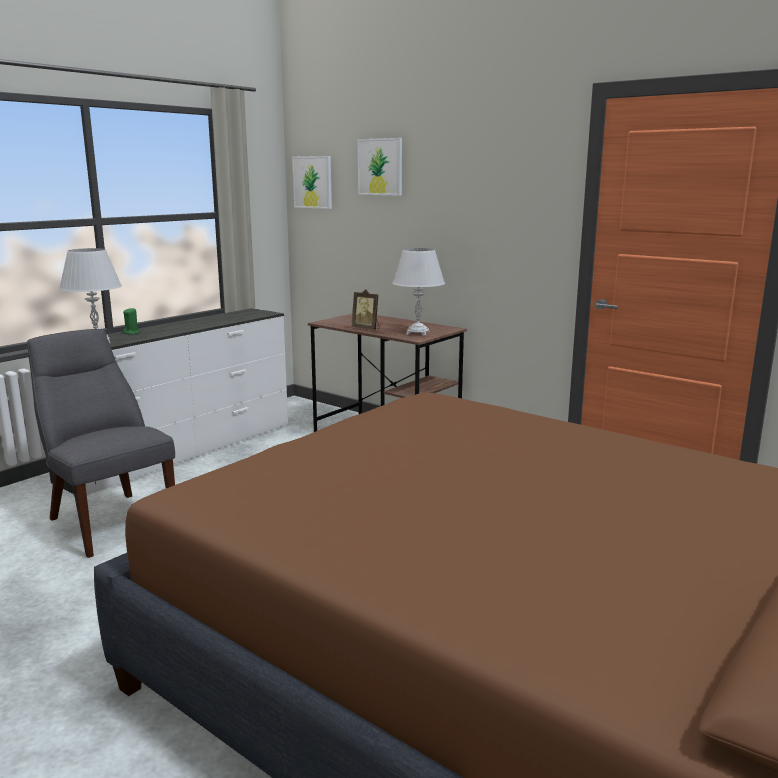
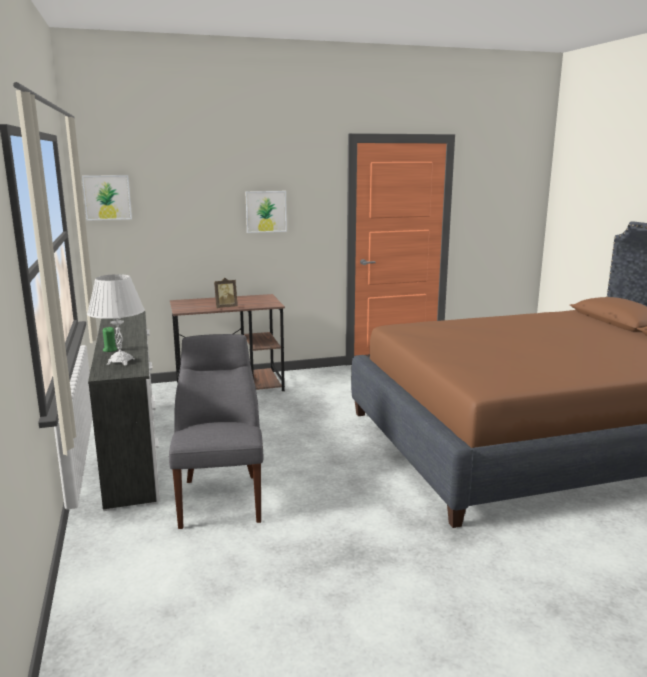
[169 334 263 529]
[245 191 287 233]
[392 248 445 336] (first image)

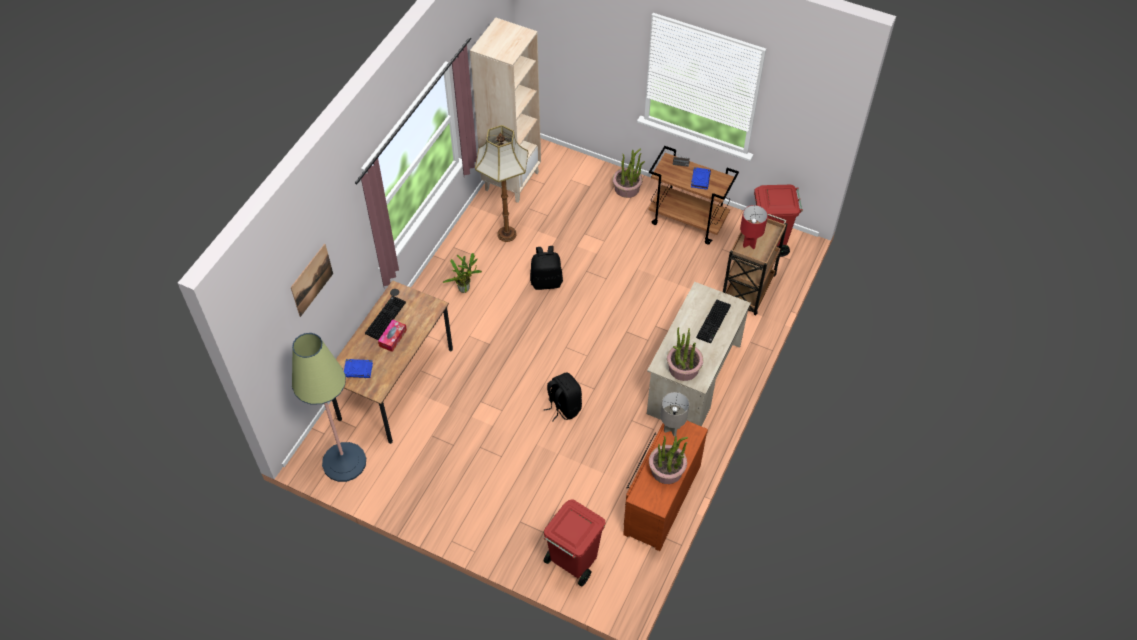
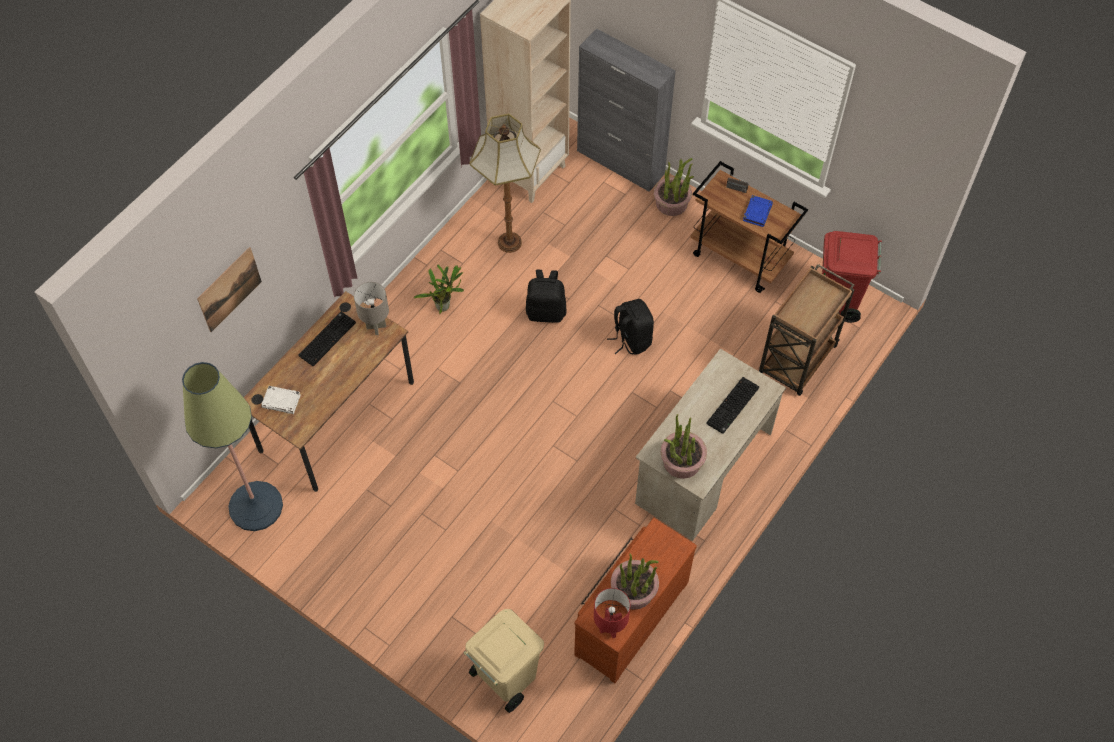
[261 386 301 414]
[354 282 389 335]
[464 609 544 713]
[577 28 676 192]
[594 588 630 638]
[607 299 654 355]
[378 319 407 352] (first image)

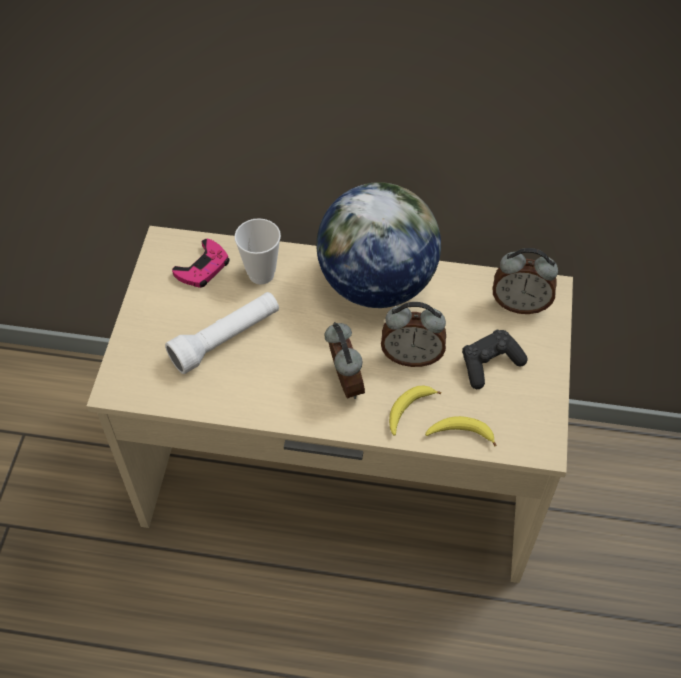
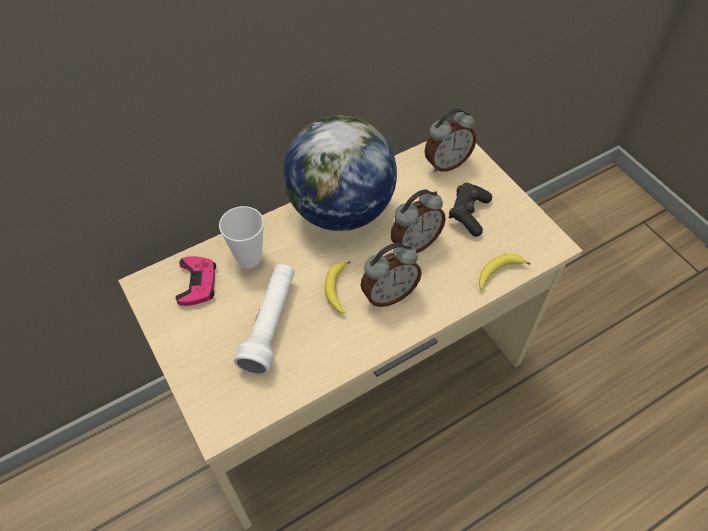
[324 261 351 314]
[360 243 422 307]

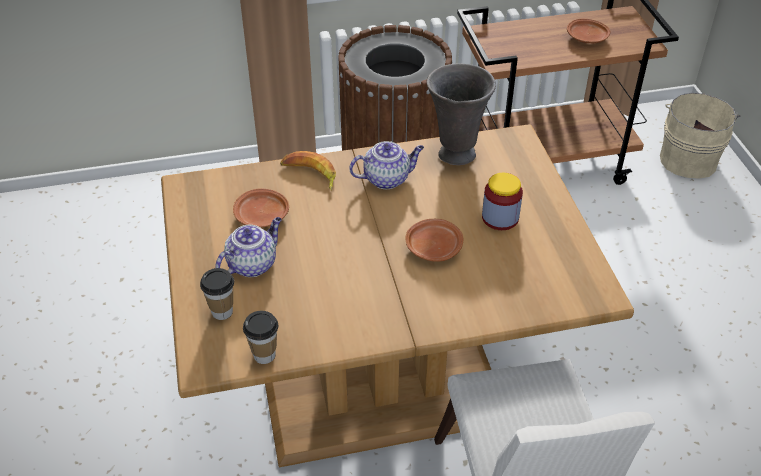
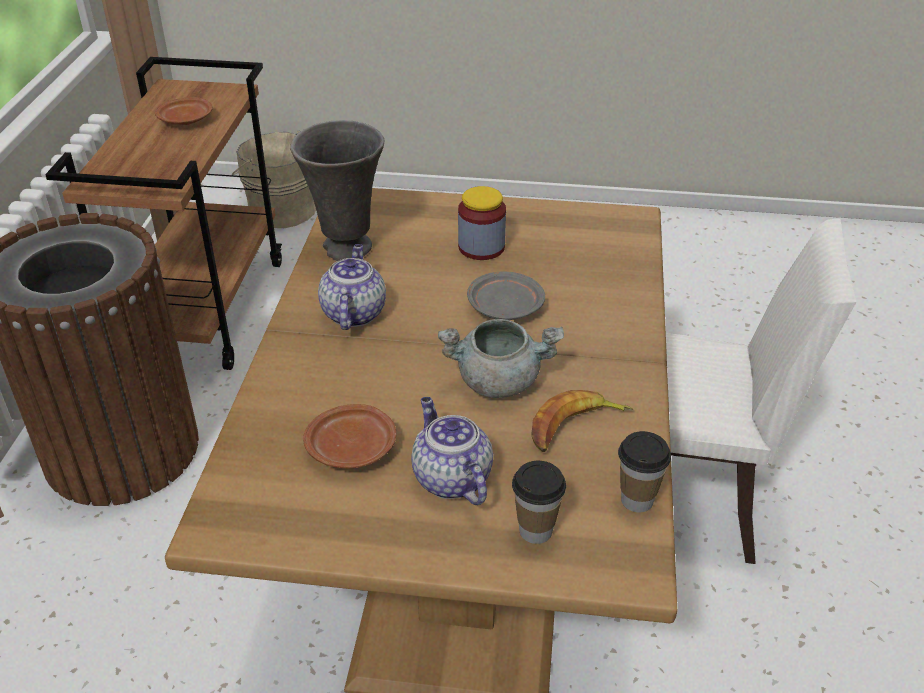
[438 319 564 398]
[467 272 545 320]
[531 390 633 452]

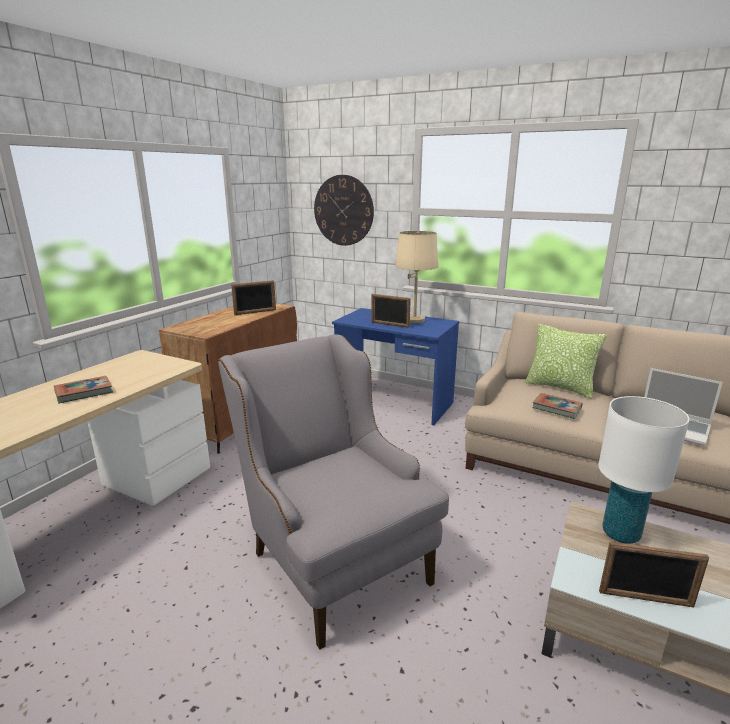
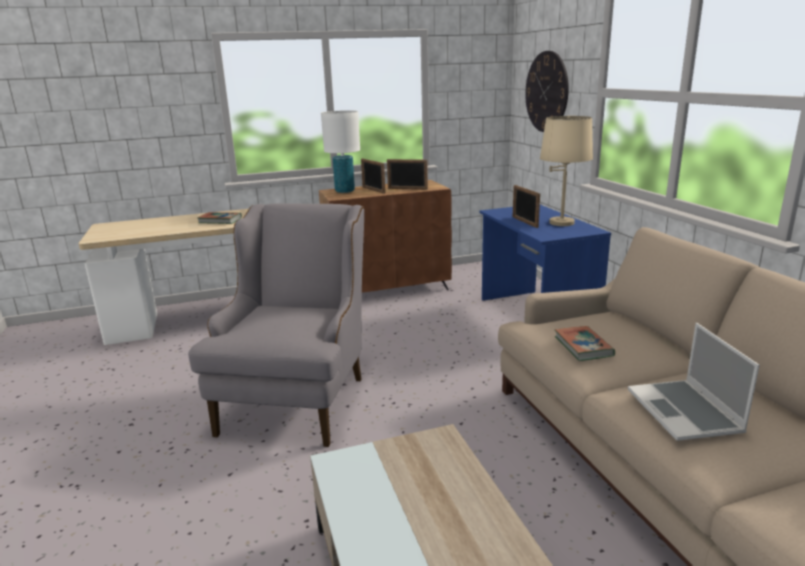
[321 110 360 193]
[361 159 385 194]
[525 324 606 399] (first image)

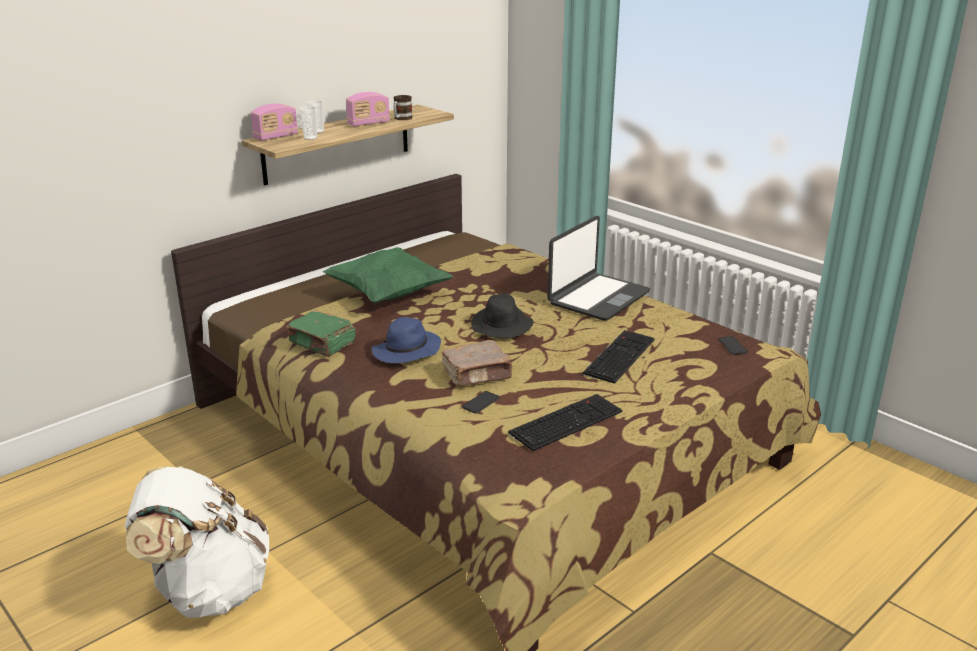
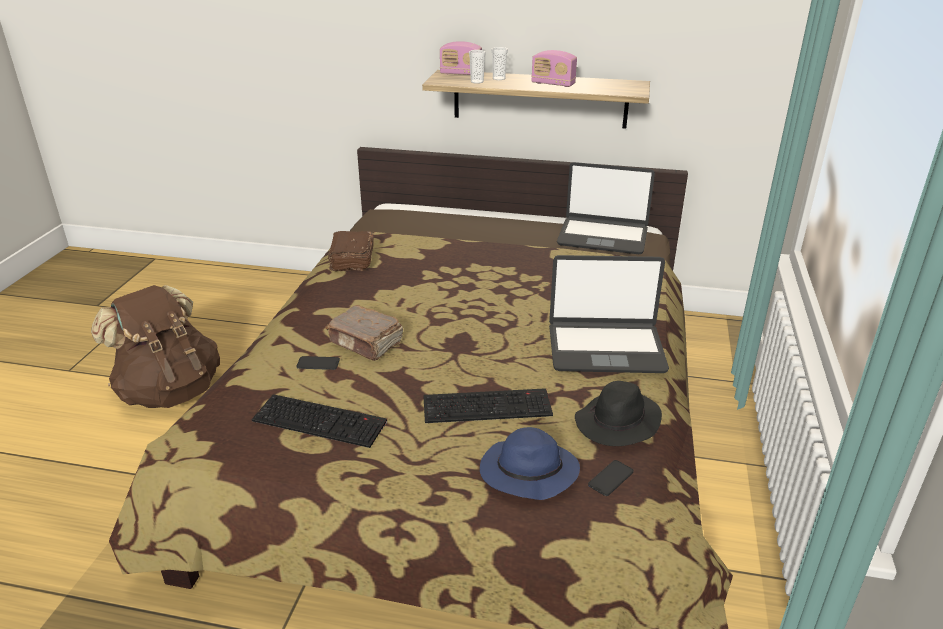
[91 285 220 408]
[328 231 374 271]
[480 427 580 500]
[557 162 655 254]
[575 381 662 446]
[323 247 453 303] (first image)
[393 95 412 120] (first image)

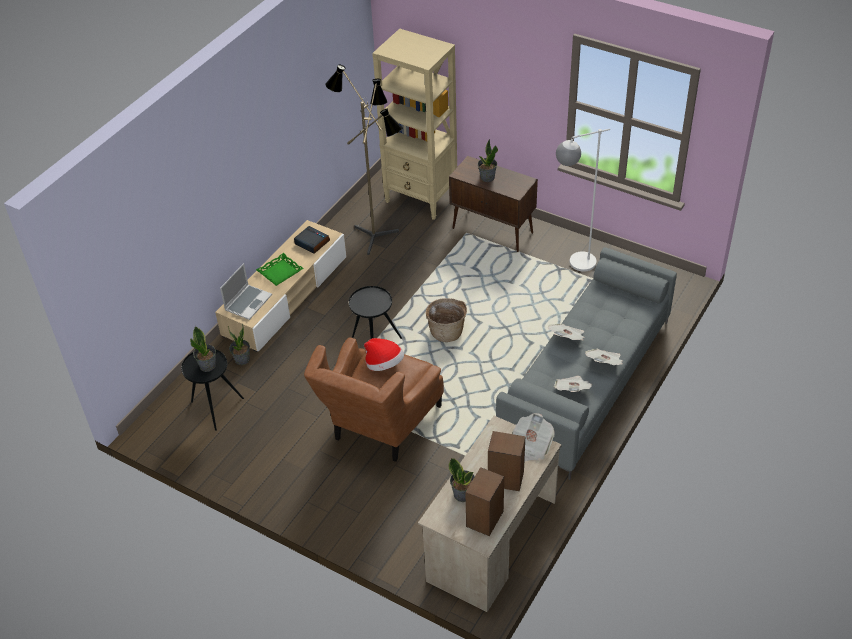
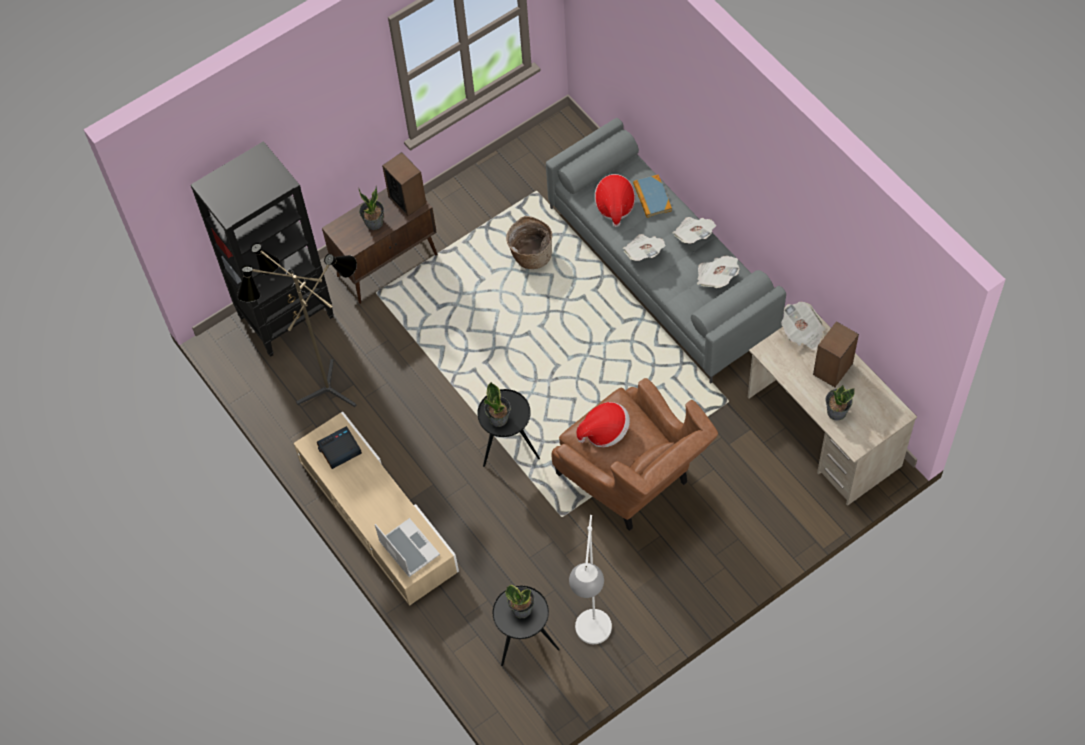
[191 141 334 357]
[382 152 426 217]
[484 382 511 427]
[506 216 552 269]
[569 515 612 644]
[594 174 635 227]
[633 174 672 218]
[256 253 304 286] (first image)

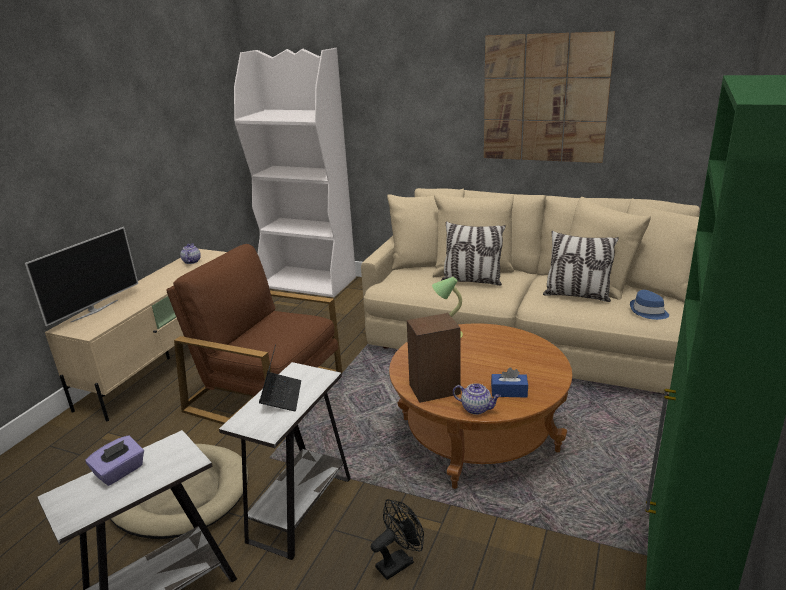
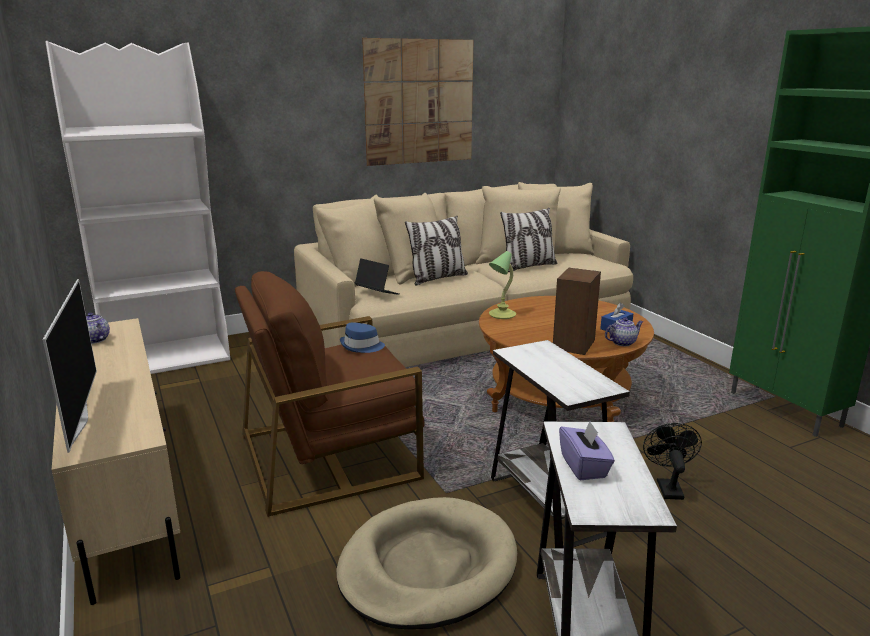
[340 322 385 353]
[355 258 399 295]

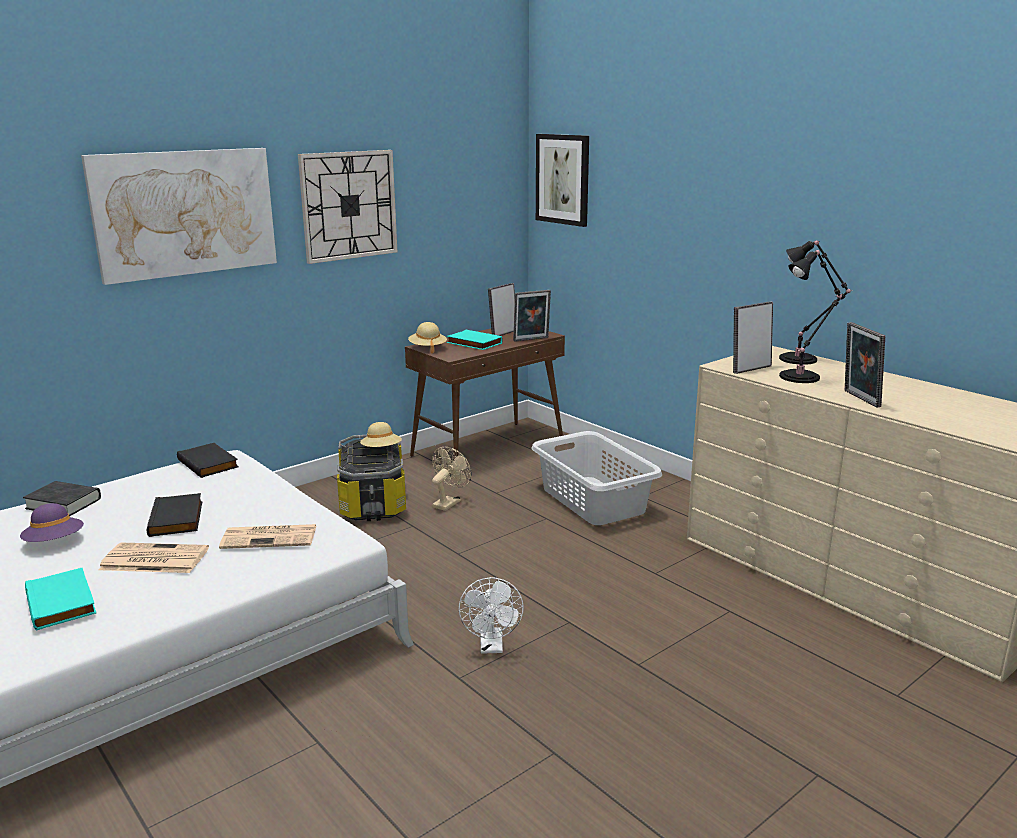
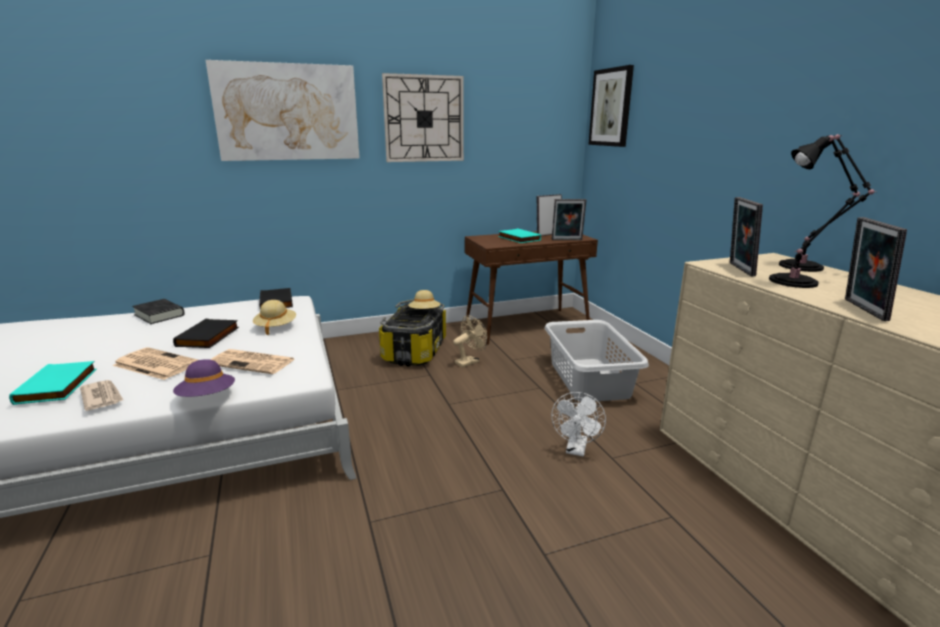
[80 380 123 411]
[173 359 235 397]
[253 300 296 335]
[551 392 606 456]
[730 197 763 276]

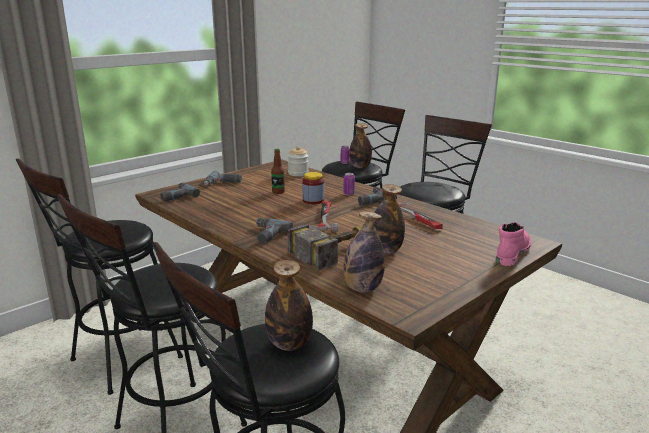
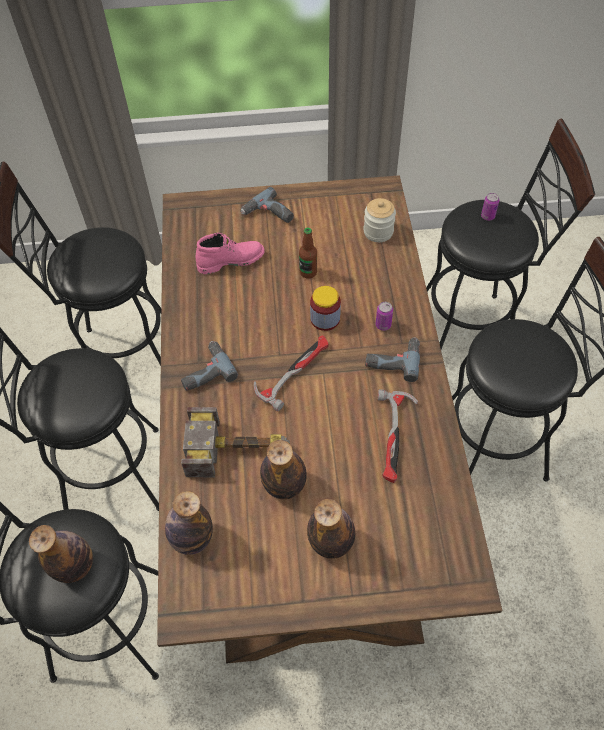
[196 233 265 274]
[307 499 355 559]
[160 183 200 201] (first image)

